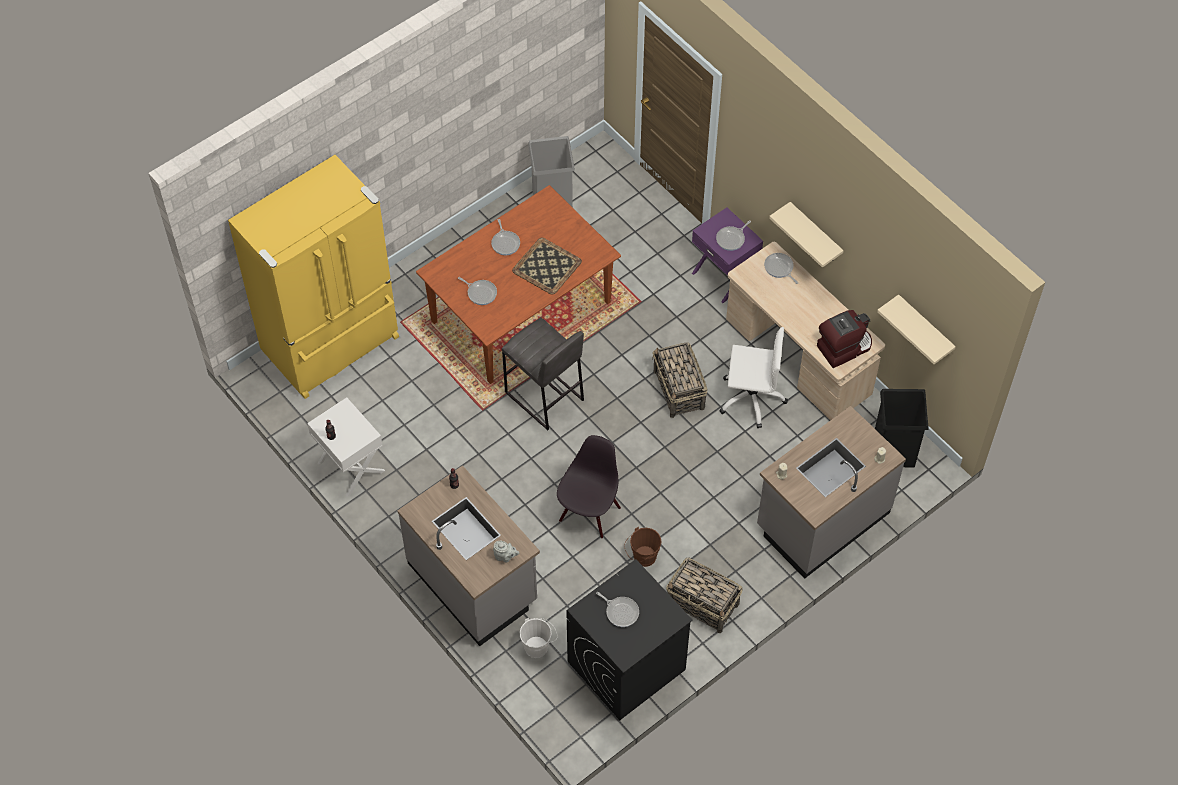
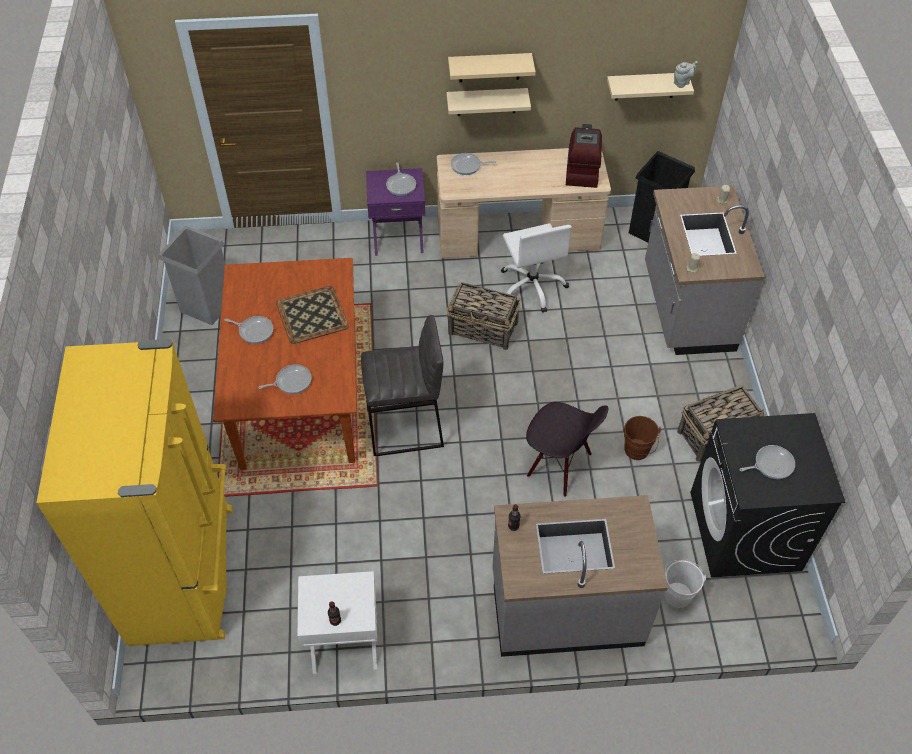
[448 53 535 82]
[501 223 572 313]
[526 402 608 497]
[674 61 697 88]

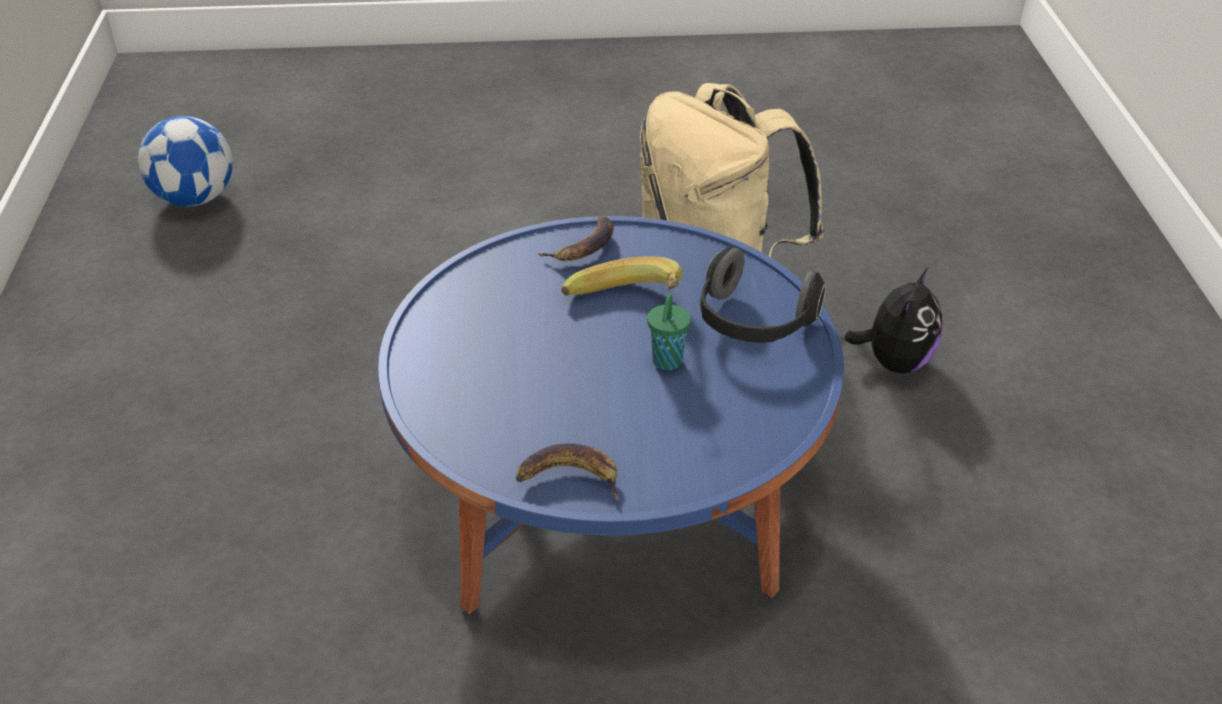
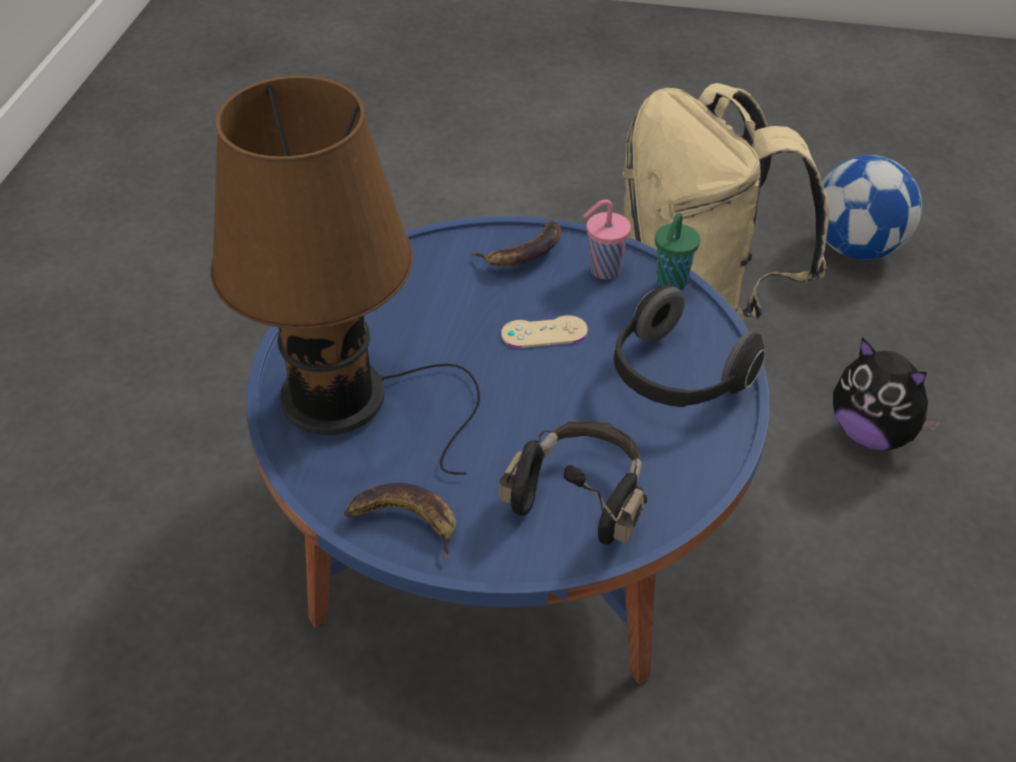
[210 75 480 475]
[499 421 647 545]
[501 315 588 348]
[583 200 631 280]
[655 213 700 291]
[814 155 922 260]
[833 337 942 450]

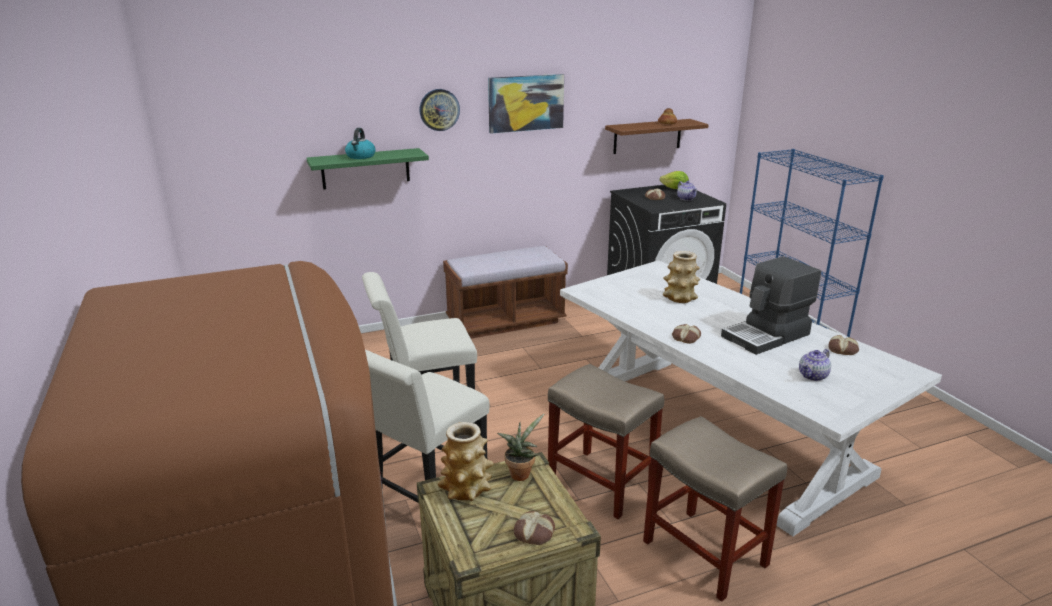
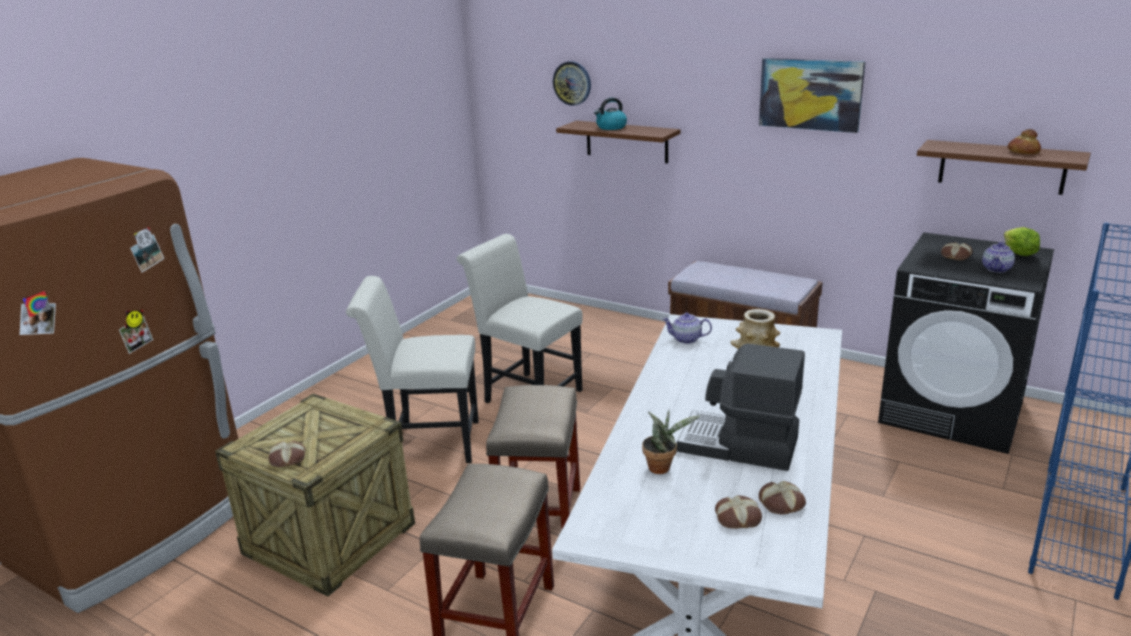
[553 61 591 106]
[556 121 680 163]
[642 410 700 474]
[662 312 712 344]
[715 495 762 529]
[438 422 494 501] (first image)

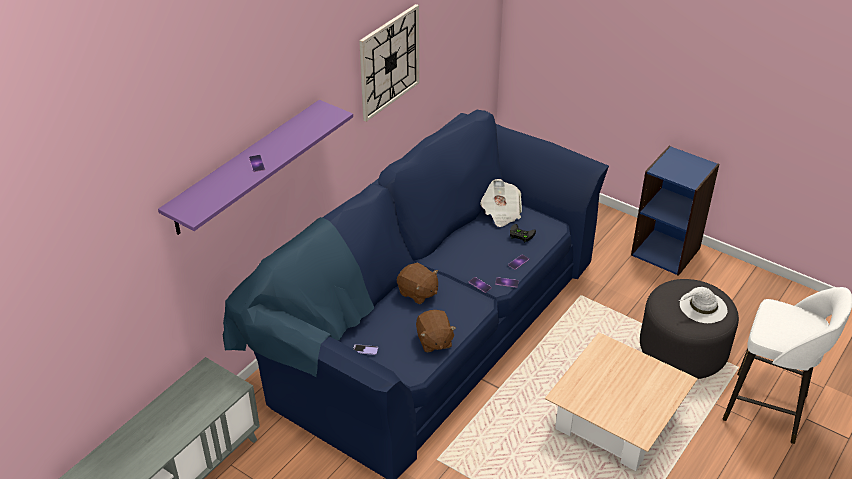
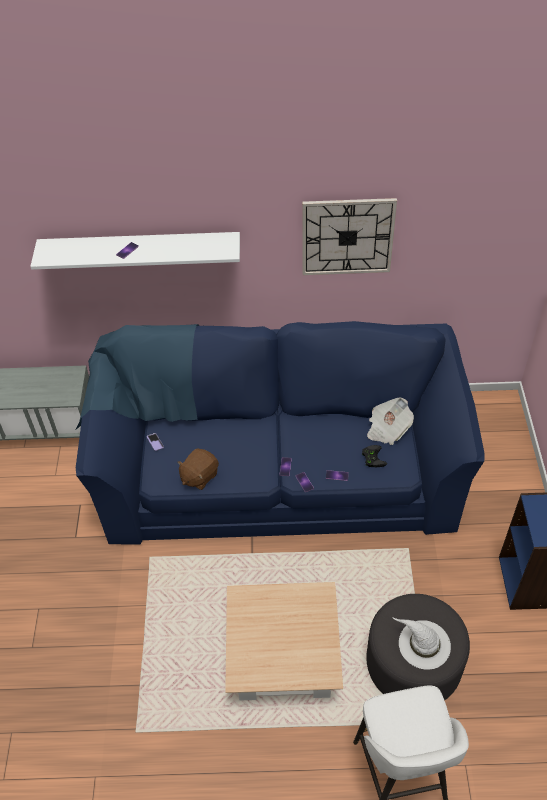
[30 232 240 270]
[397 263 438 304] (first image)

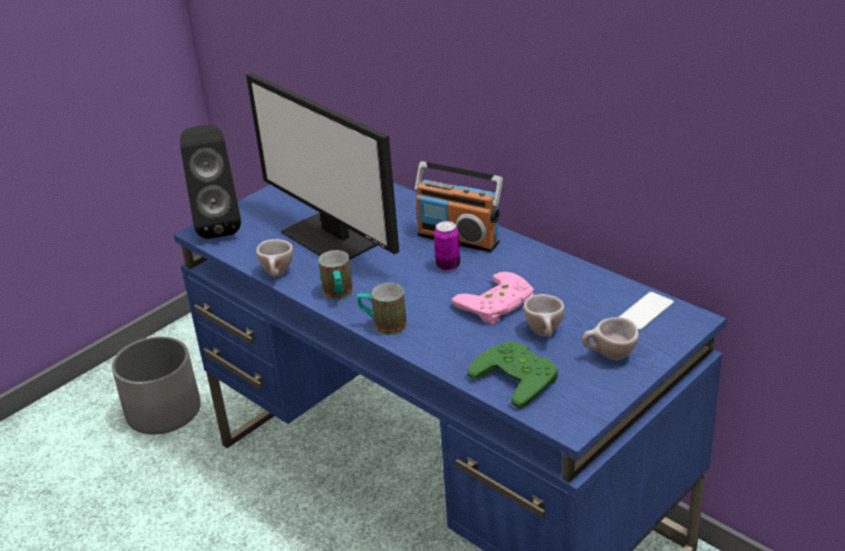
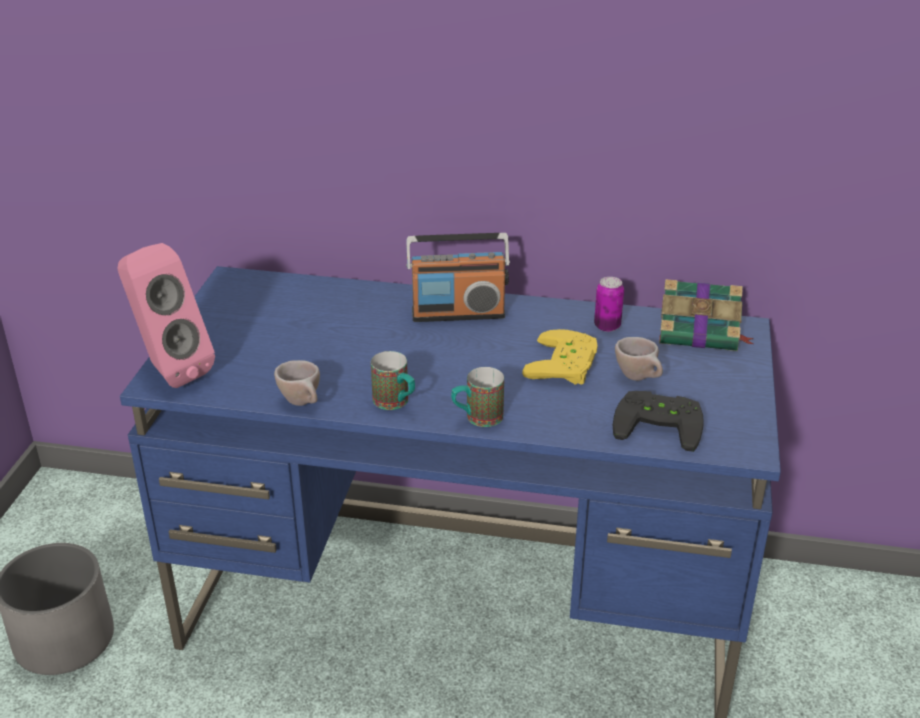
[117 243 215 388]
[522 329 598 385]
[594 277 624 332]
[613 391 704 452]
[659 279 754 351]
[246 73 399 260] (first image)
[582 317 639 360] (first image)

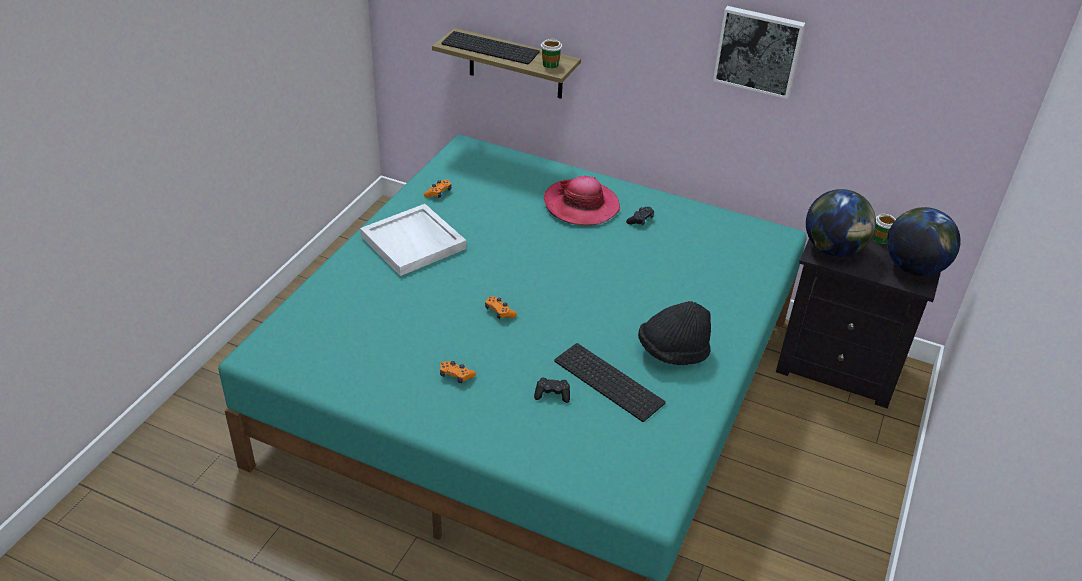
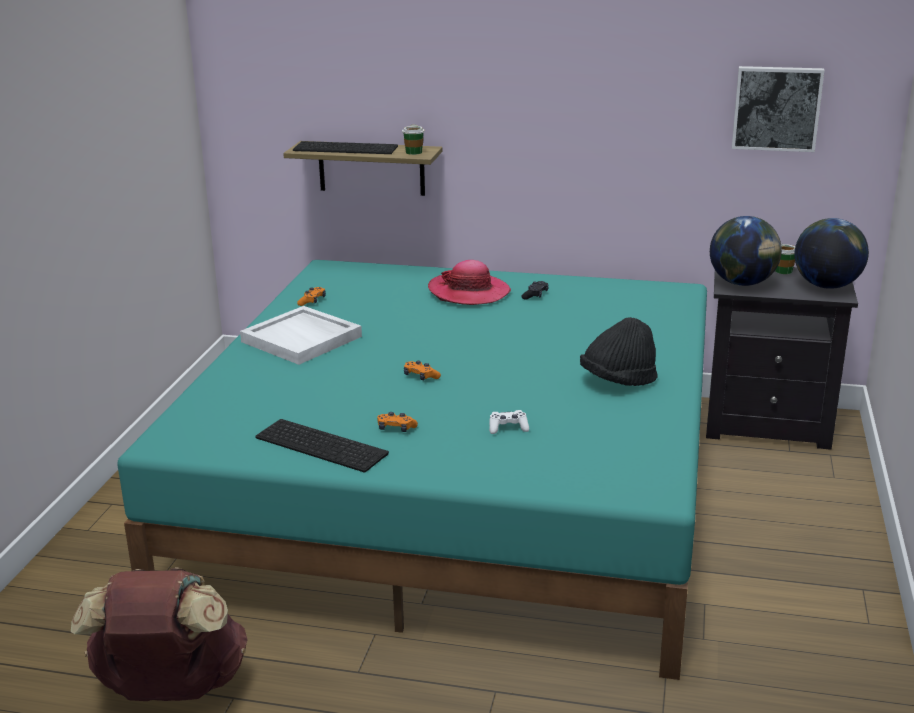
[71 567 248 701]
[255 419 389 472]
[489 410 529 434]
[732 66 825 152]

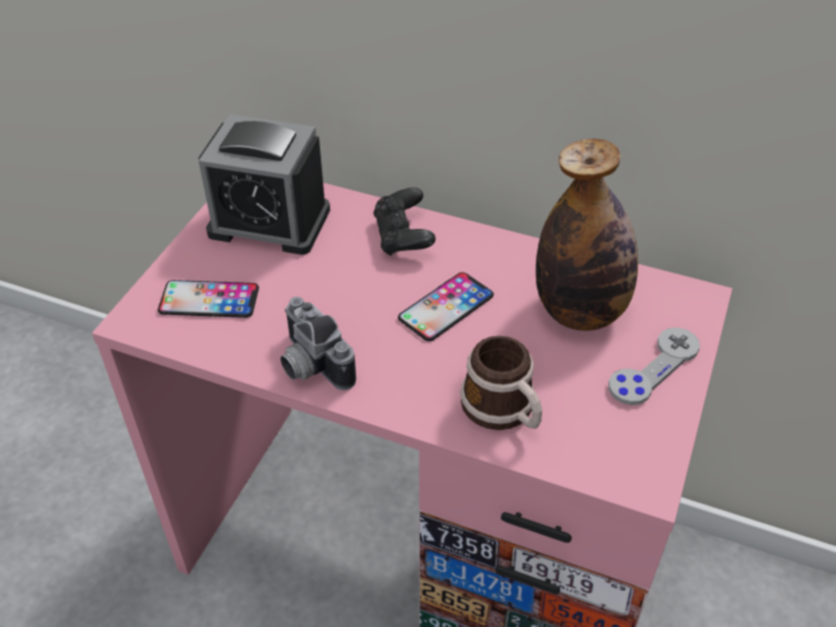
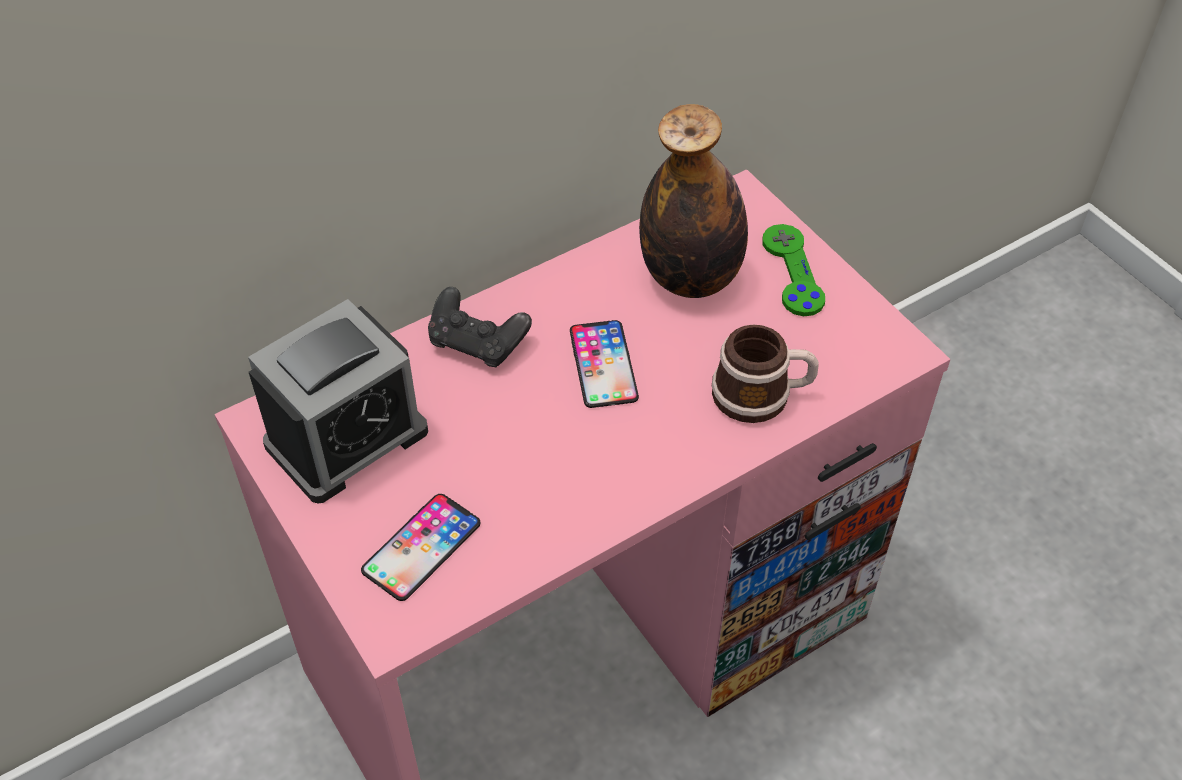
[762 224 825 316]
[280 297 356 390] (first image)

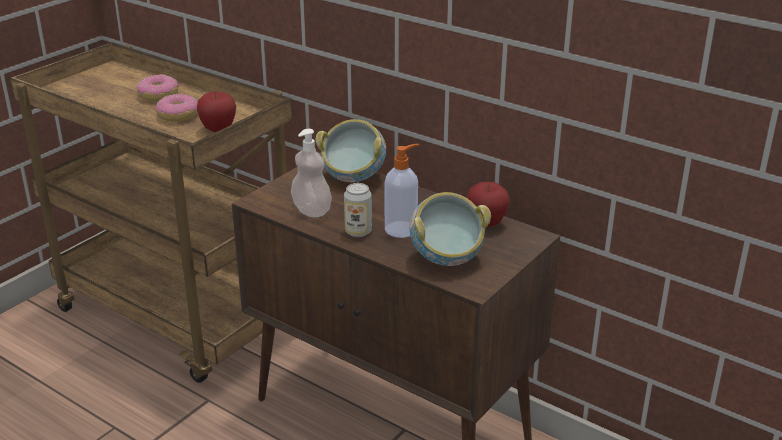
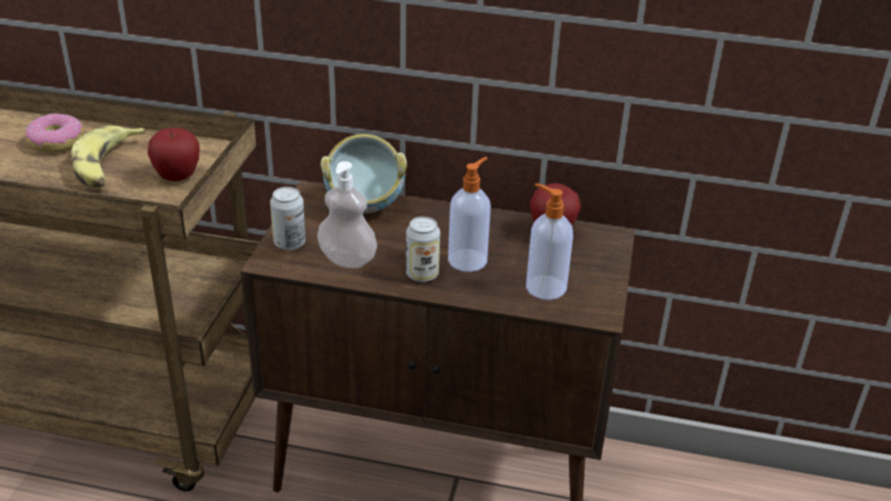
[71 126 146 188]
[270 187 306 251]
[526 183 573 300]

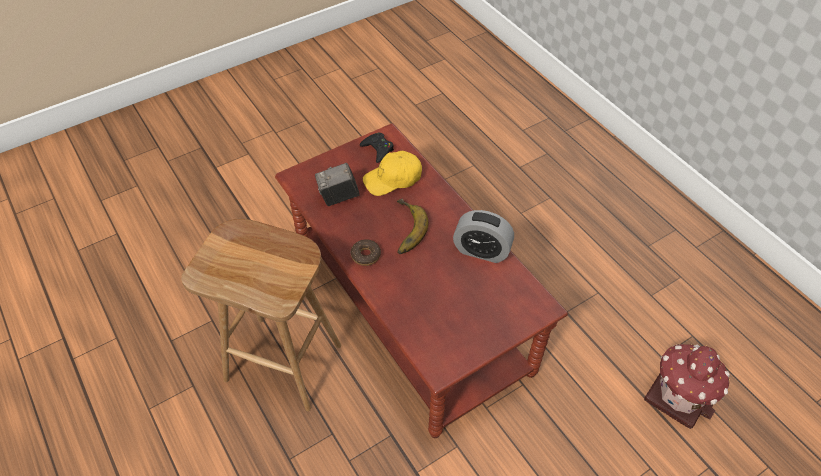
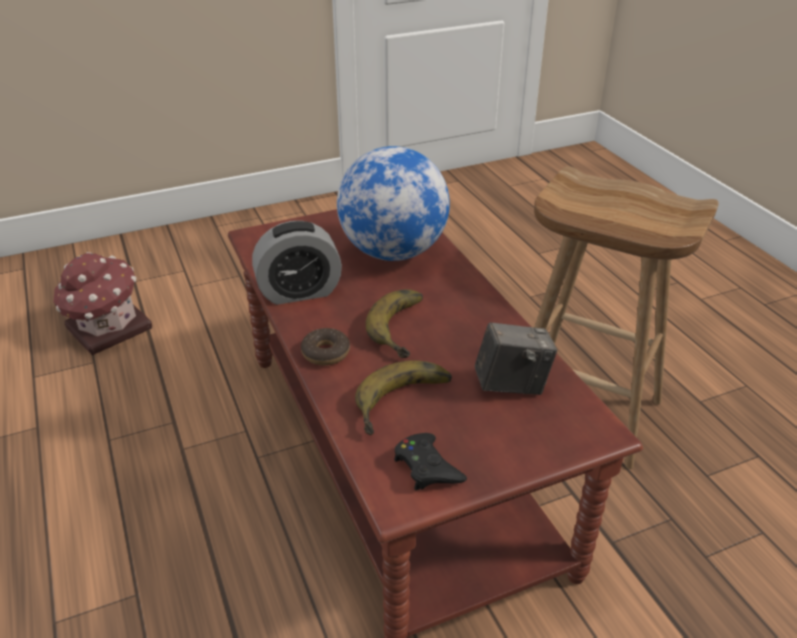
[252 221 342 305]
[301 328 350 365]
[337 146 450 261]
[355 360 452 435]

